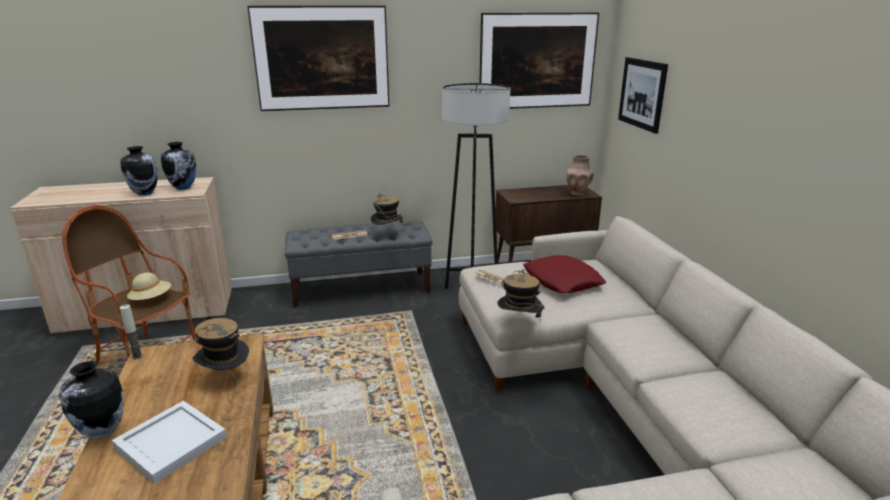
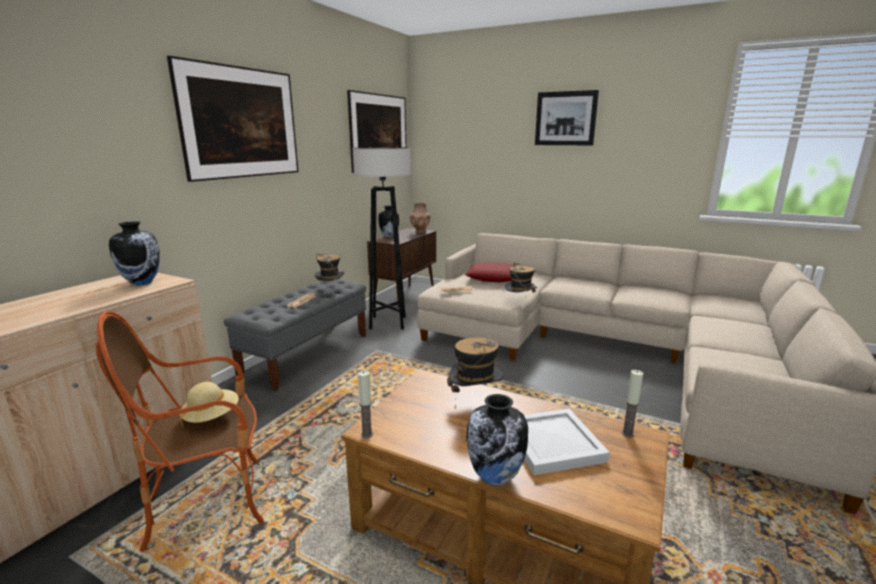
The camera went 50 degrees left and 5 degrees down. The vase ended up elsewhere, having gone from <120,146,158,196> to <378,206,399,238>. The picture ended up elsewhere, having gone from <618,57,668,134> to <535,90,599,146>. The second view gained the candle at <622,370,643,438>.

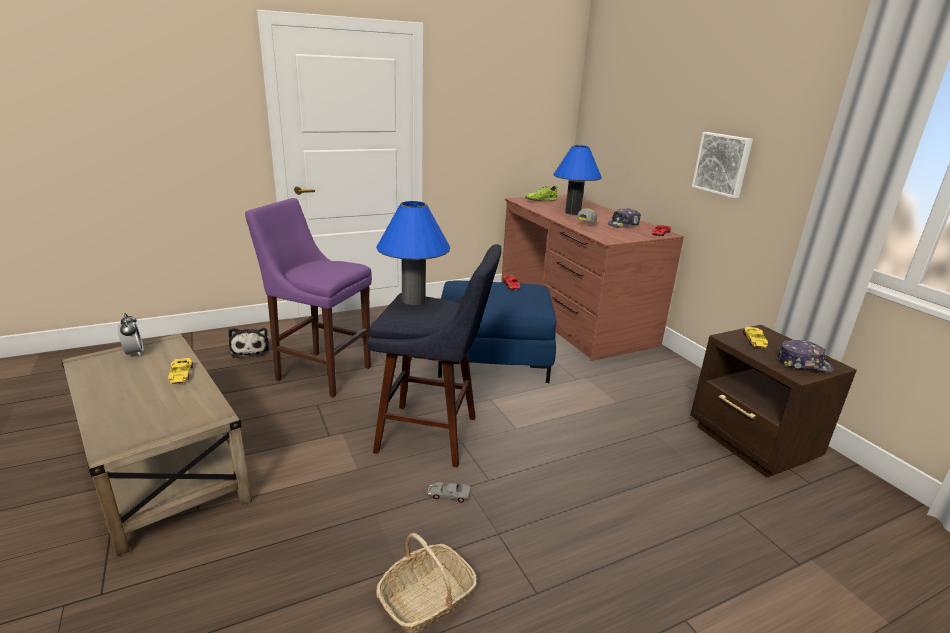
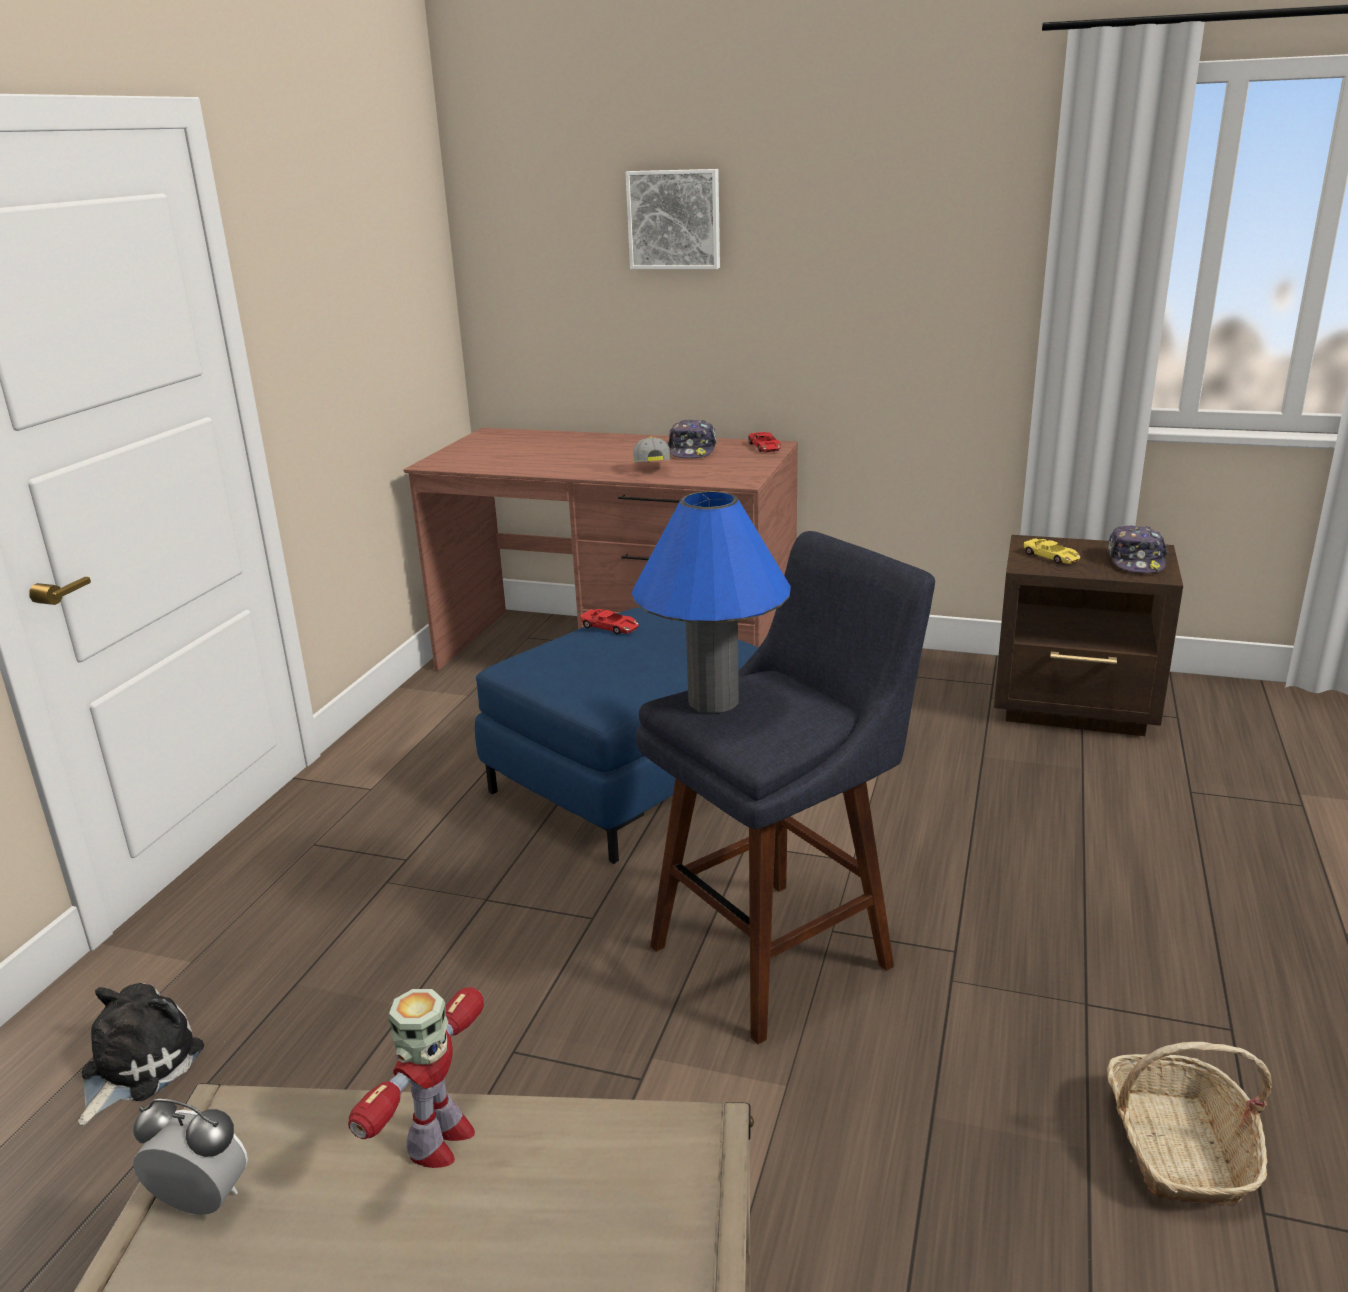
The camera went 45 degrees left and 0 degrees up. The plush_toy at <228,328,269,358> ended up facing another way, 90 degrees counterclockwise from before. Where the yellow_toy_car stood at <168,358,193,384>, the toy_robot came to stand at <348,987,484,1168>. The picture ended up elsewhere, having gone from <692,132,753,198> to <626,169,720,269>. The cap at <777,340,834,372> ended up facing another way, 135 degrees clockwise from before. The second view lost the purple_stool at <245,198,372,398>. The second view lost the grey_toy_car at <427,482,470,503>. The second view lost the shoe at <525,186,557,201>. The second view lost the blue_table_lamp at <553,145,602,215>.

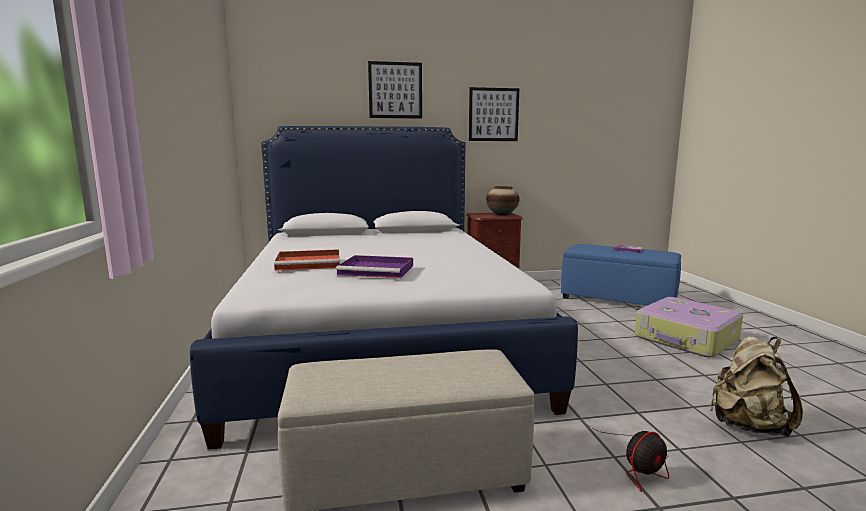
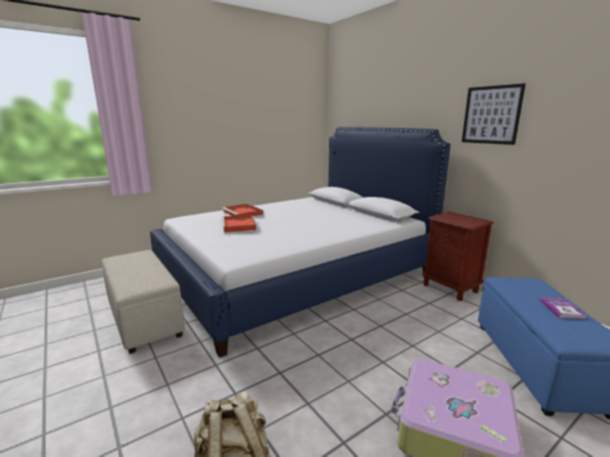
The camera went 65 degrees right and 5 degrees up. What was the purple_tray at <336,255,413,279> turned into the red_tray at <222,215,257,232>. The second view lost the picture at <368,61,422,119>. The second view lost the vase at <486,186,520,216>. The second view lost the fan at <588,425,669,492>.

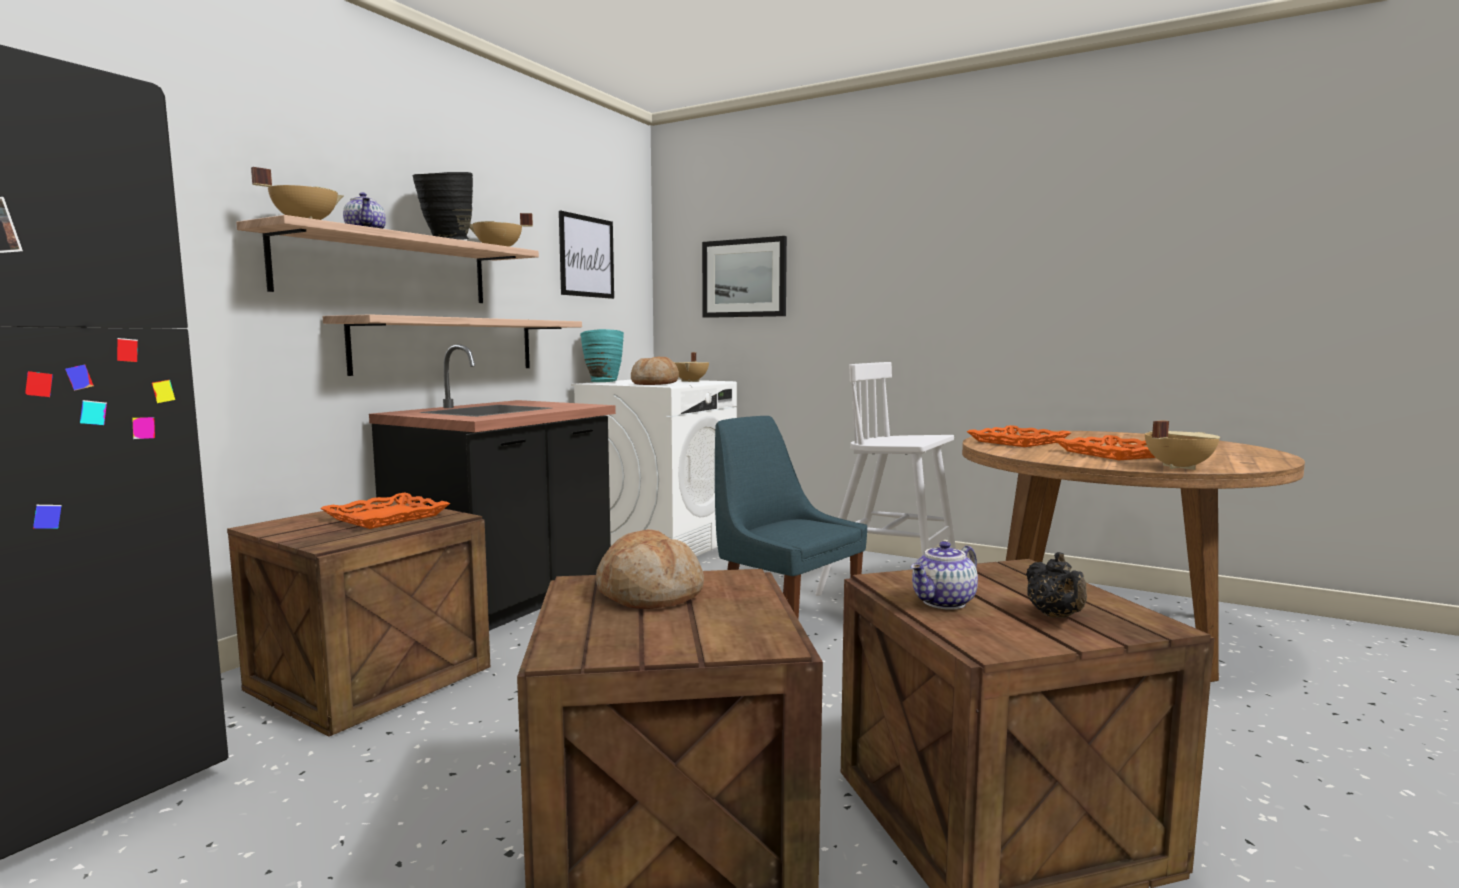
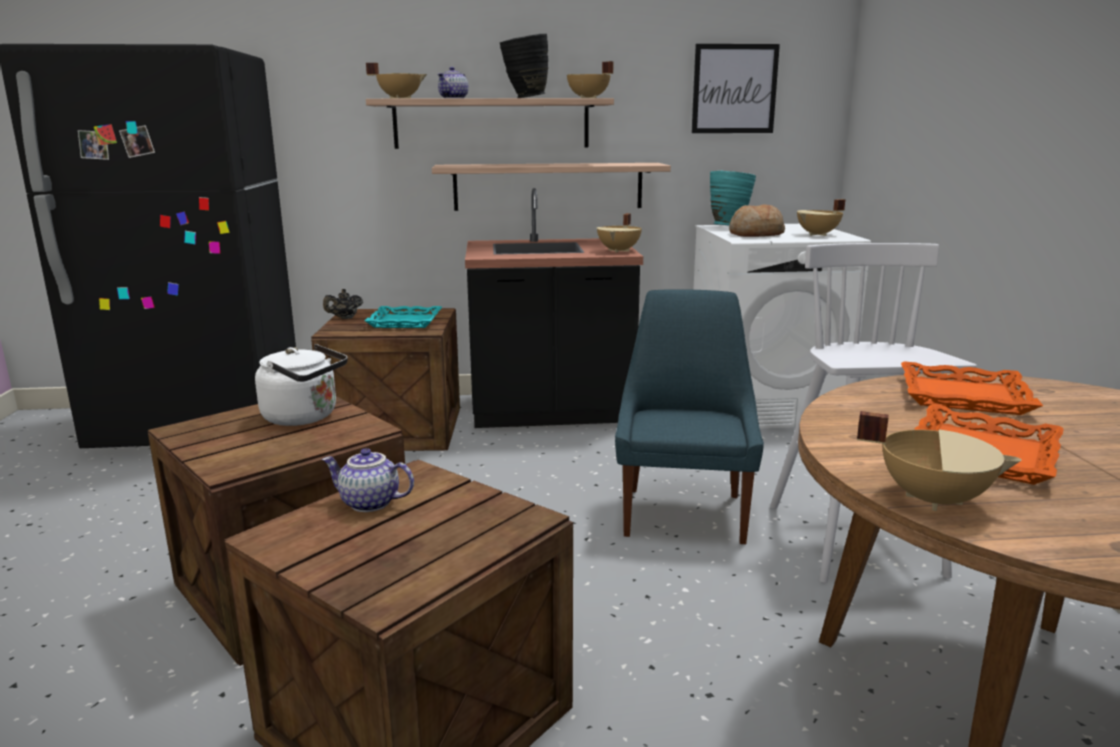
The camera went 55 degrees right and 10 degrees up. Where the bread stood at <596,529,704,609>, the white_kettle came to stand at <255,344,348,426>. The black_teapot ended up elsewhere, having gone from <1026,552,1087,618> to <323,289,363,319>. What was the orange_tray at <320,493,450,529> turned into the turquoise_tray at <365,306,442,328>. The second view gained the beige_cooking_pot at <597,213,642,253>. The second view lost the picture at <702,236,787,318>.

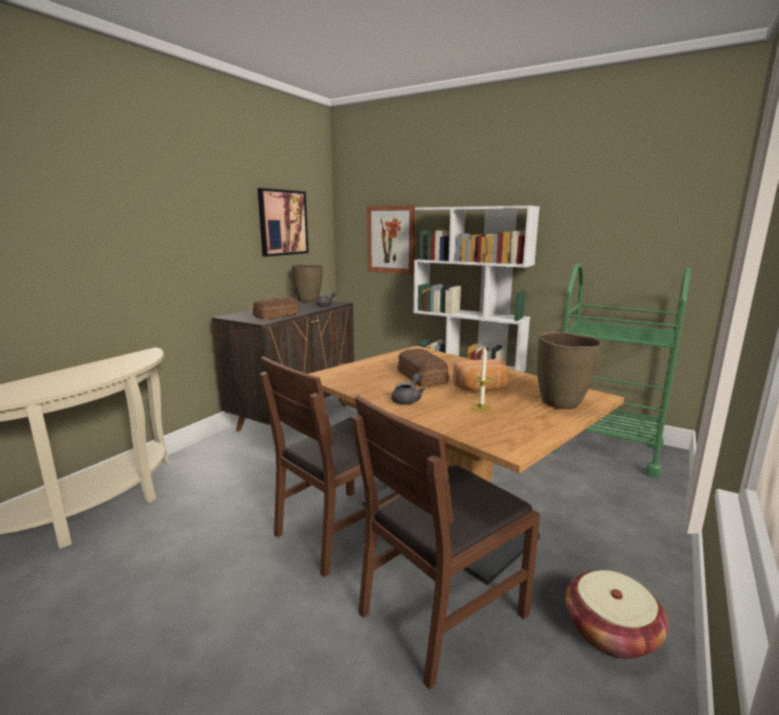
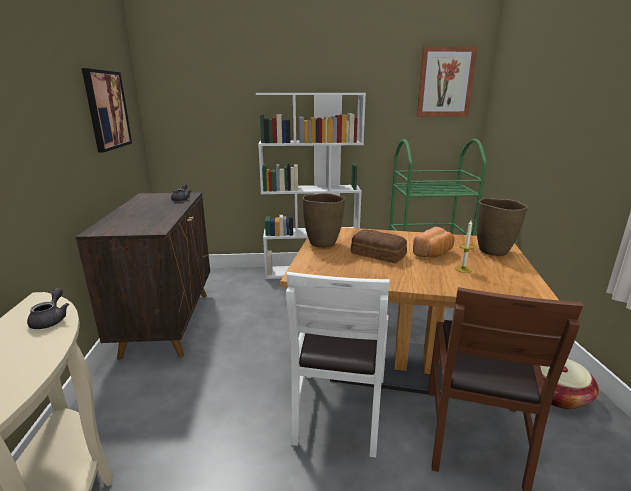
The camera went 35 degrees left and 5 degrees up. The grey_teapot ended up elsewhere, having gone from <391,373,425,404> to <27,288,69,329>. What was the brown_chair at <259,357,398,577> turned into the white_chair at <286,272,390,458>. The brown_vase ended up elsewhere, having gone from <292,264,323,302> to <303,193,345,248>. The picture ended up elsewhere, having gone from <367,205,416,274> to <416,46,477,117>. The second view lost the bread at <253,296,299,319>.

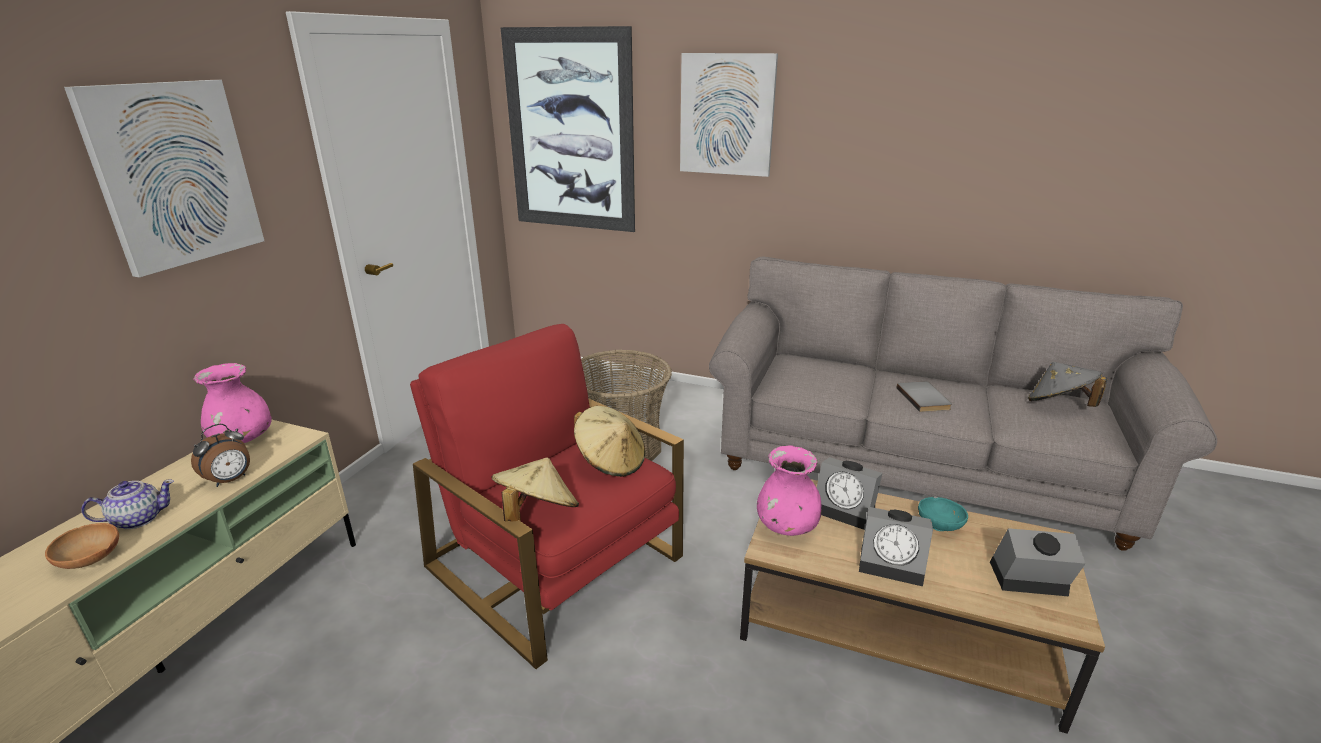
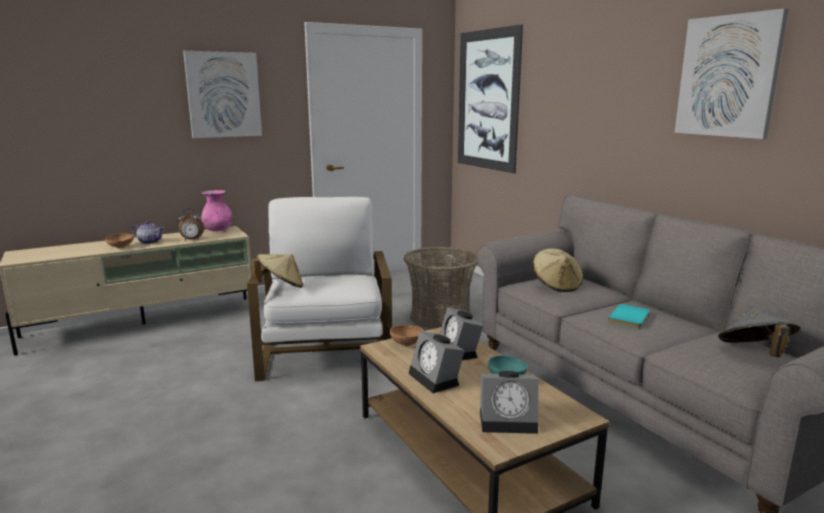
The camera went 40 degrees right and 10 degrees down. What was the red_armchair at <410,324,684,669> turned into the white_armchair at <247,197,392,381>. Where the pink_vase stood at <757,445,821,536>, the brown_bowl came to stand at <390,325,424,347>. The alarm_clock at <990,528,1086,597> ended up facing another way, 135 degrees clockwise from before. The beige_hat ended up elsewhere, having gone from <574,406,645,477> to <533,248,583,292>. What was the grey_book at <897,381,952,412> turned into the turquoise_book at <608,304,650,329>. The picture ended up elsewhere, having gone from <680,53,778,177> to <674,8,788,139>.

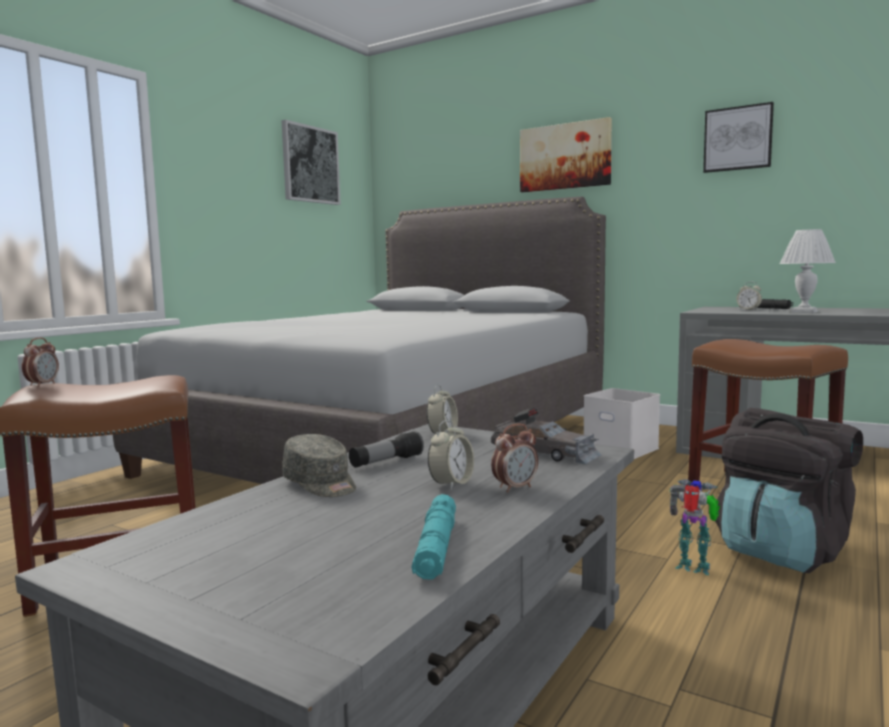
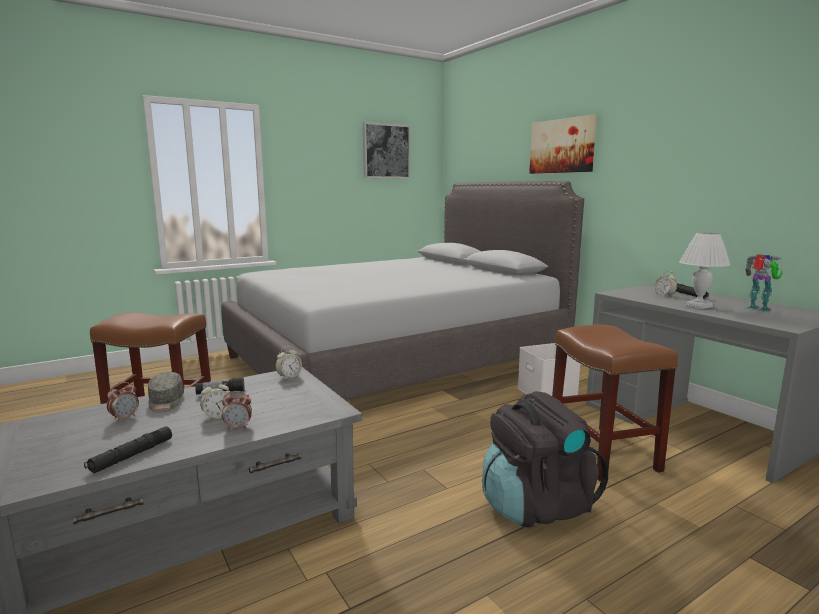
The camera went 25 degrees right and 5 degrees up. What was the turquoise_flashlight at <411,494,456,580> turned into the black_flashlight at <84,426,172,473>. The alarm_clock ended up elsewhere, having gone from <22,337,59,387> to <107,382,139,422>. The toy_robot ended up elsewhere, having gone from <669,479,720,575> to <745,254,782,312>. The second view lost the grey_toy_car at <491,408,602,464>. The second view lost the picture at <703,102,774,173>.

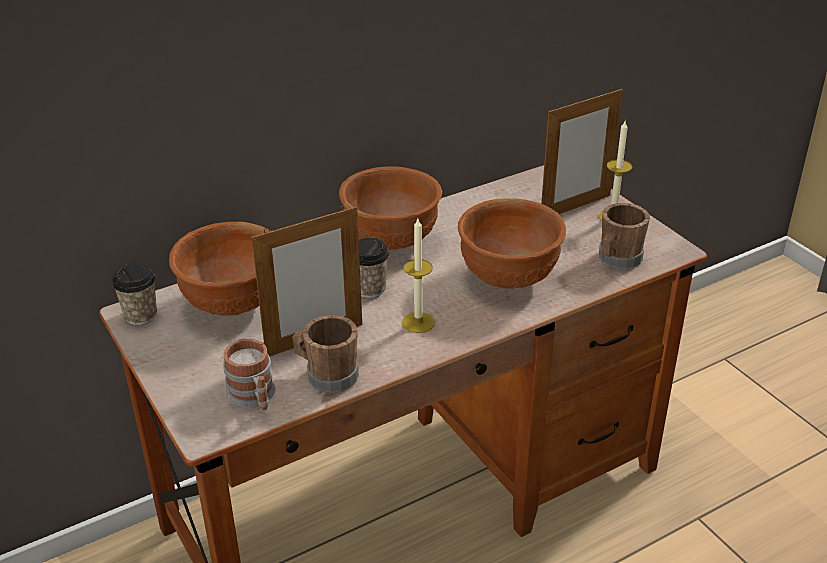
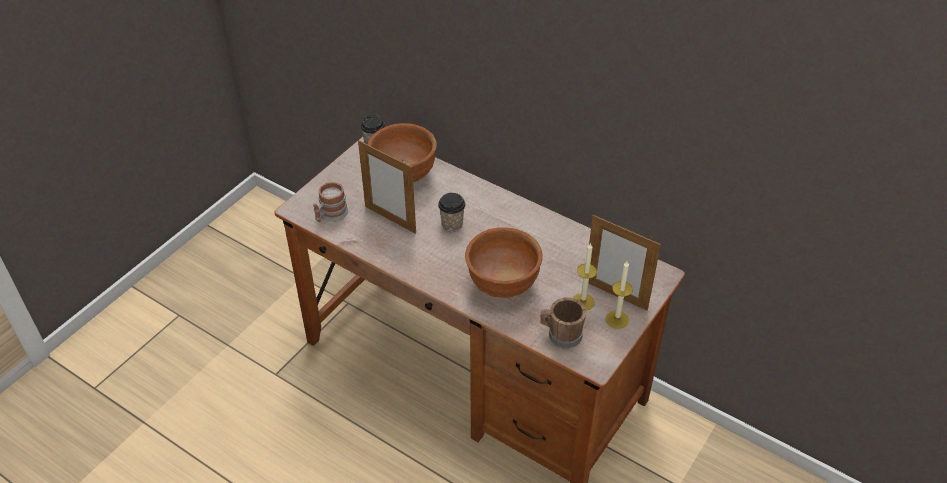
The camera went 65 degrees right and 10 degrees up. The candle ended up elsewhere, having gone from <402,219,435,333> to <573,243,597,311>. The second view lost the brown_mug at <292,315,359,393>. The second view lost the brown_bowl at <339,166,442,250>.

